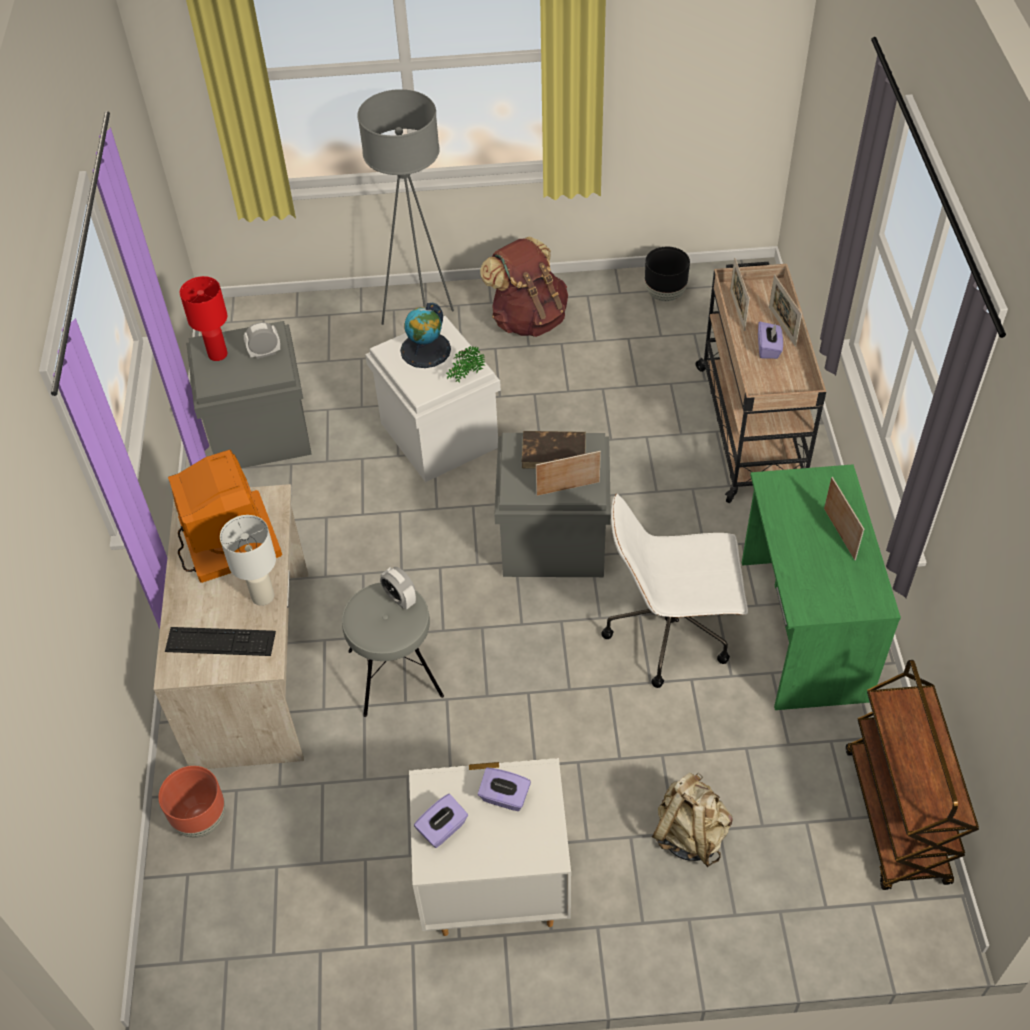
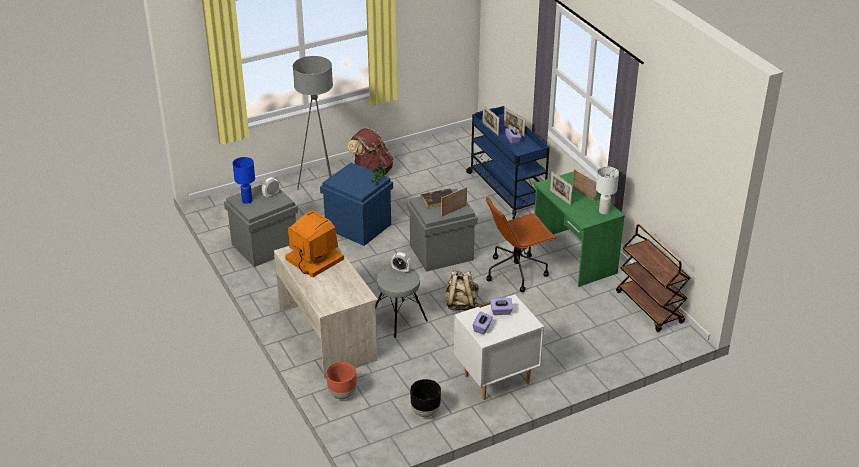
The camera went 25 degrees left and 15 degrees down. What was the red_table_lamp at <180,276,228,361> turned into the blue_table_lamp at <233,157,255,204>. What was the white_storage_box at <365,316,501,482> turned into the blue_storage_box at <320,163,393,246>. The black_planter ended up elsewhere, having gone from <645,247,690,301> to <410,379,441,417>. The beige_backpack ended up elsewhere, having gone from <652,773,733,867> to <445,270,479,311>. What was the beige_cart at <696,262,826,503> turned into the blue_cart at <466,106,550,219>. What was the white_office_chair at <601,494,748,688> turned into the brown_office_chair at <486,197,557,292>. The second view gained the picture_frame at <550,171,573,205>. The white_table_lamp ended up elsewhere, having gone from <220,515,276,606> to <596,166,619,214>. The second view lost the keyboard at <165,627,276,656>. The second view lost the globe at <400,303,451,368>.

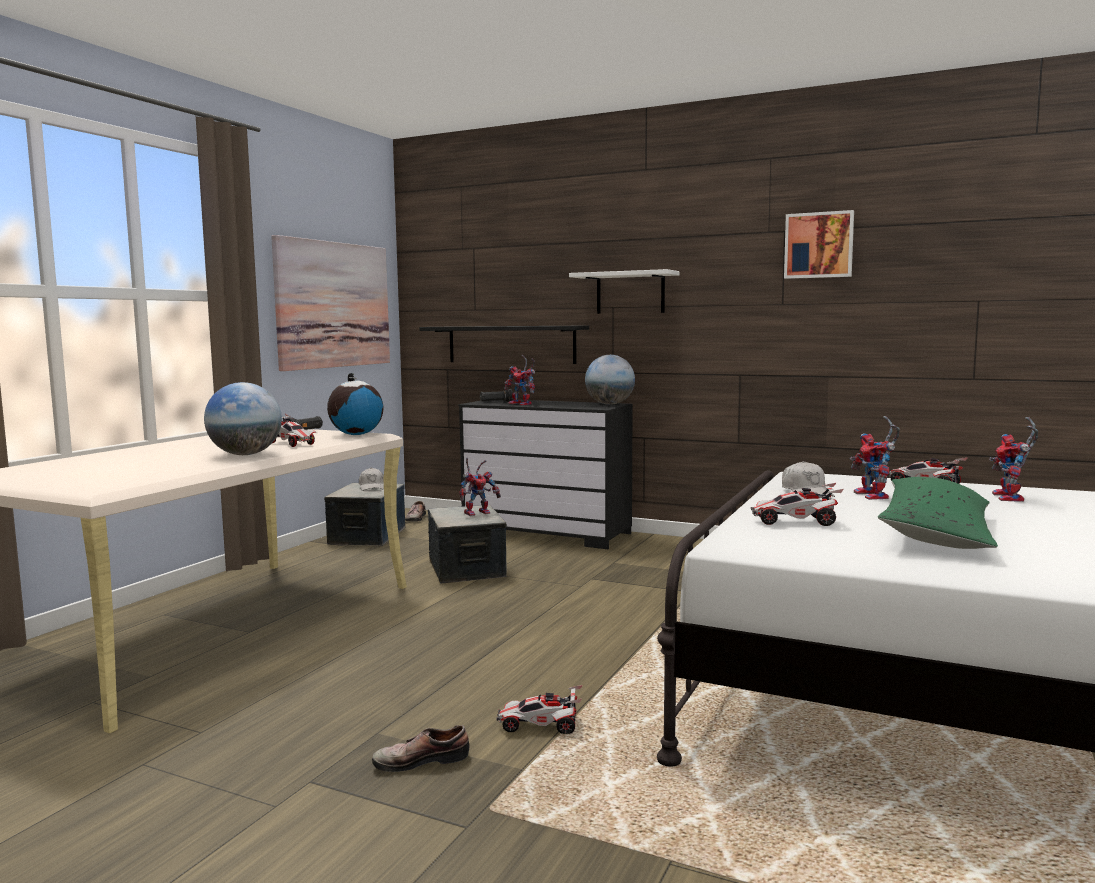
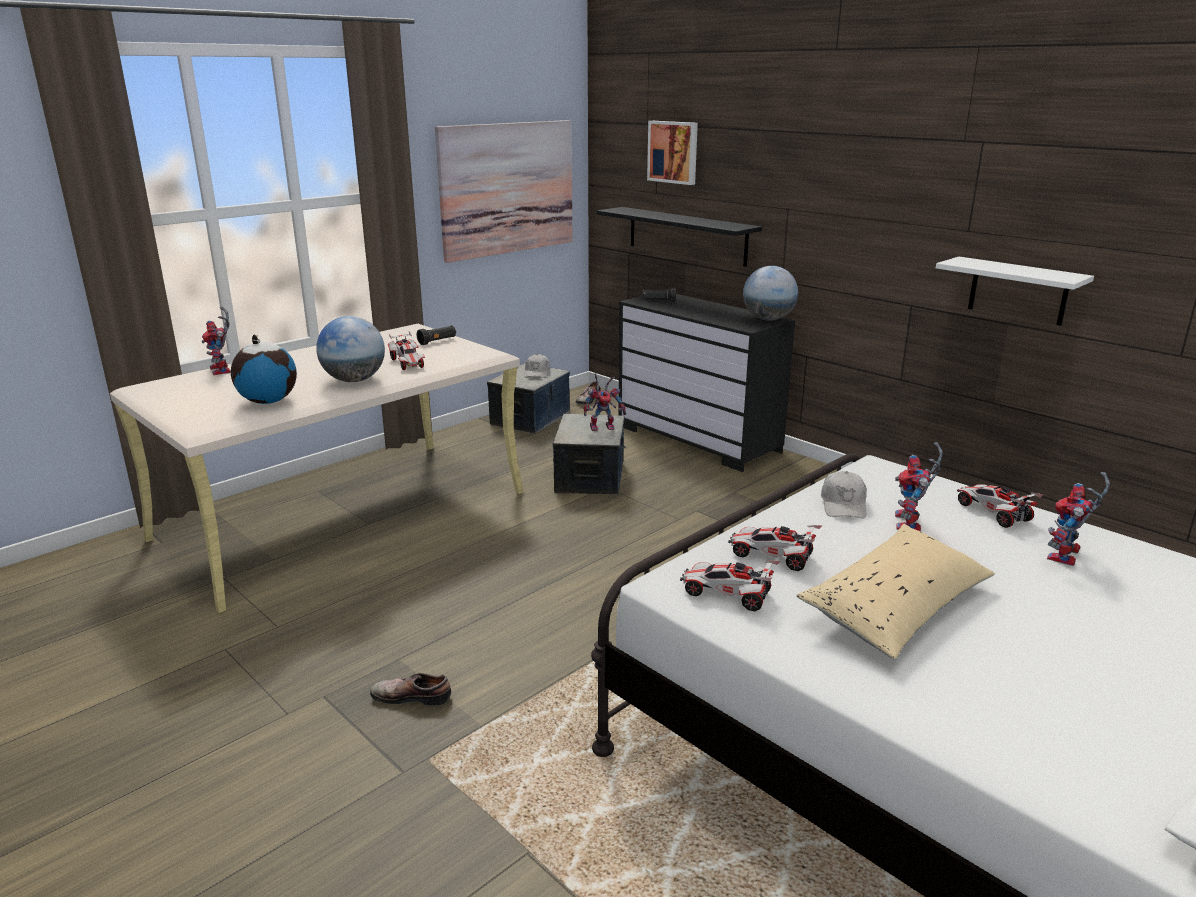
The camera went 20 degrees right and 15 degrees up. The toy_robot ended up elsewhere, having gone from <504,355,535,405> to <202,307,231,375>. The globe ended up elsewhere, having gone from <327,373,384,435> to <231,335,297,404>. The picture ended up elsewhere, having gone from <784,210,854,279> to <647,121,698,185>. The toy_car ended up elsewhere, having gone from <496,685,583,734> to <680,561,780,611>. What was the green_pillow at <878,477,998,549> turned into the beige_pillow at <797,524,995,659>. The white_shelf ended up elsewhere, having gone from <569,269,680,314> to <936,257,1094,326>.

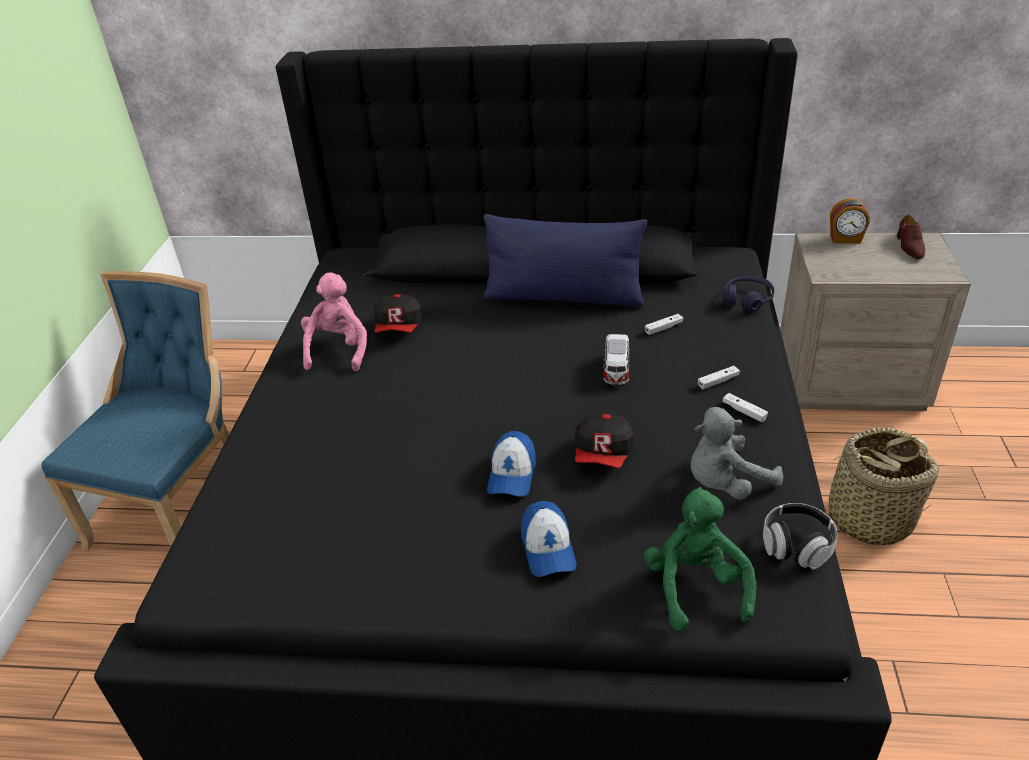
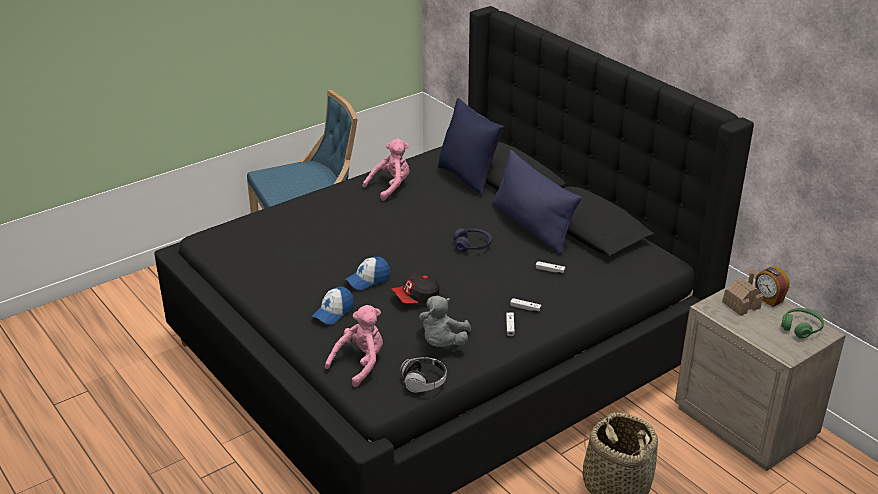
The camera went 45 degrees right and 5 degrees down. What was the green_plush_toy at <644,487,756,631> turned into the pink_plush_toy at <325,305,383,387>. The grey_plush_toy at <691,407,783,500> ended up facing another way, 90 degrees counterclockwise from before. The second view gained the blue_pillow at <438,98,504,196>. The purple_headphones ended up elsewhere, having gone from <723,275,774,313> to <453,228,492,252>. The second view gained the toy_house at <722,268,763,316>. Where the brown_shoe stood at <897,215,925,259>, the green_headphones came to stand at <781,308,824,339>. The second view lost the cap at <374,294,422,333>. The second view lost the toy_car at <603,334,630,385>.

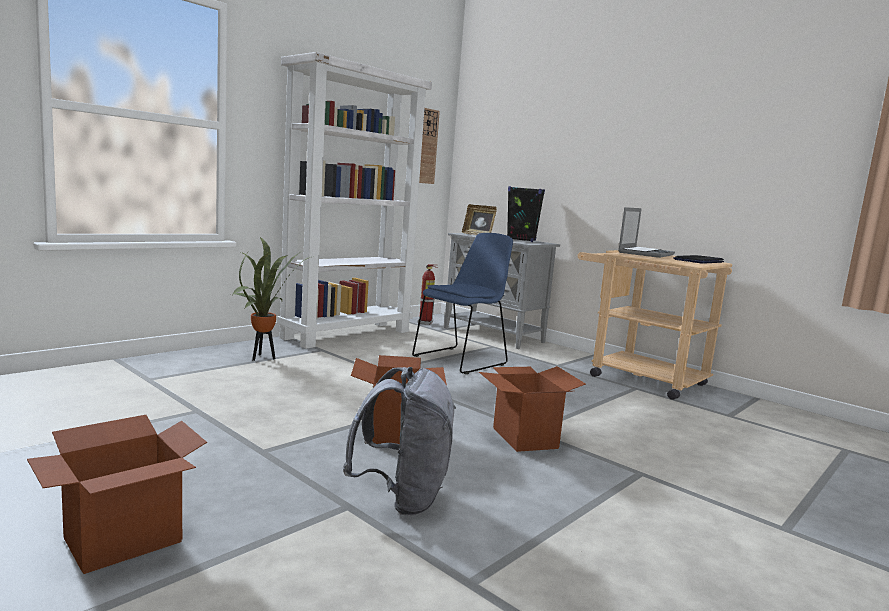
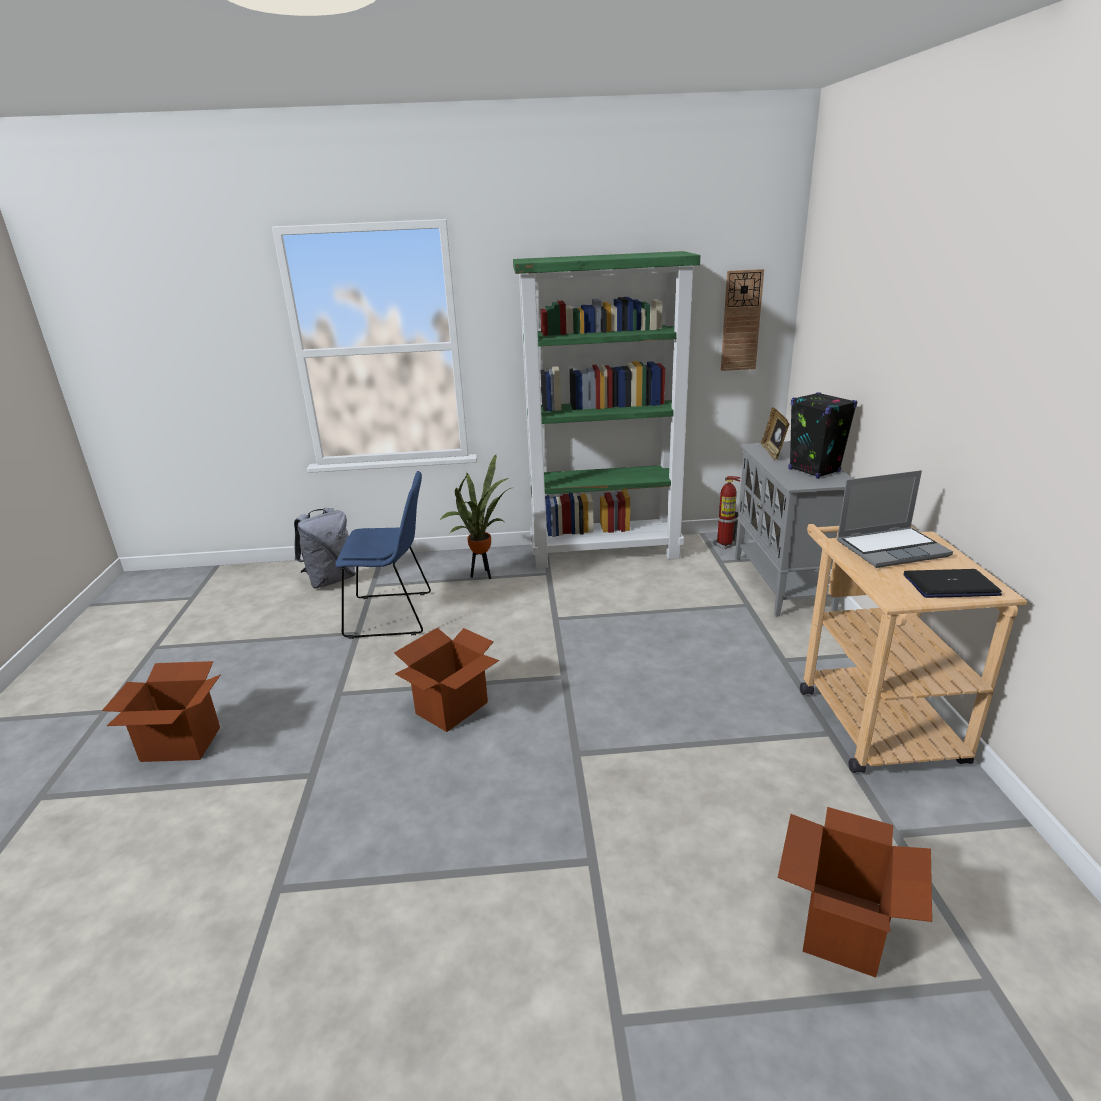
The camera went 45 degrees right and 15 degrees up. The grey_backpack ended up elsewhere, having gone from <343,367,456,516> to <294,508,356,588>. The blue_chair ended up elsewhere, having gone from <412,233,513,374> to <335,471,431,639>. What was the white_bookcase at <277,52,432,349> turned into the green_bookcase at <513,251,700,568>. The cardboard_box ended up elsewhere, having gone from <479,366,586,452> to <778,807,932,978>.

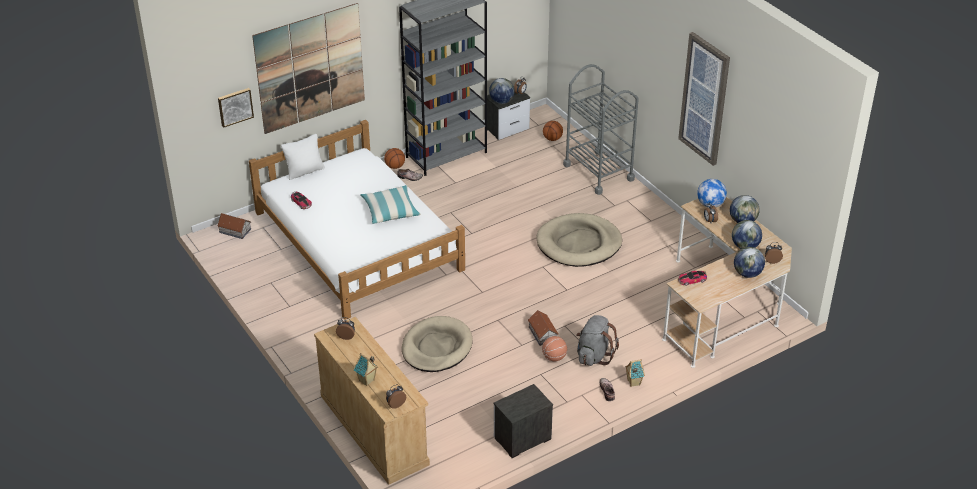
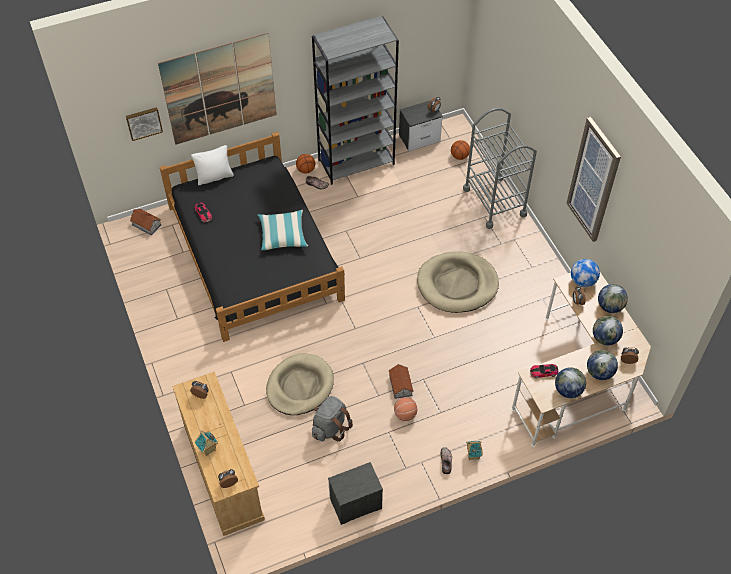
The camera went 10 degrees right and 15 degrees up. What was the white_bed at <249,120,465,320> turned into the black_bed at <160,132,345,342>. The grey_backpack ended up elsewhere, having gone from <576,315,619,366> to <312,396,353,442>. The globe ended up elsewhere, having gone from <489,78,515,104> to <555,367,586,398>.

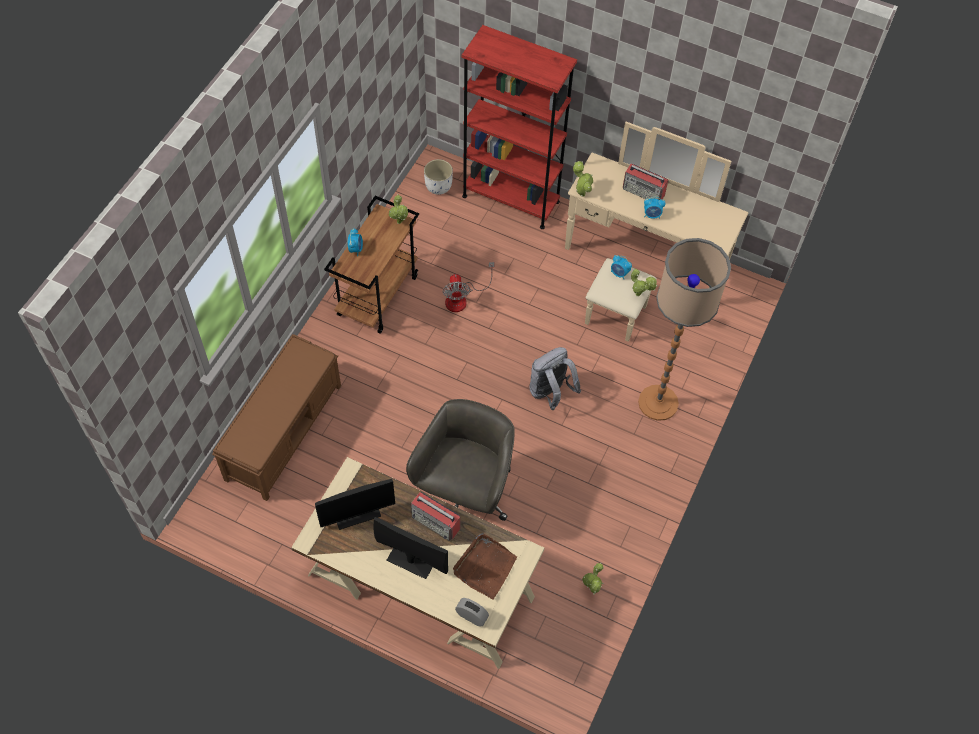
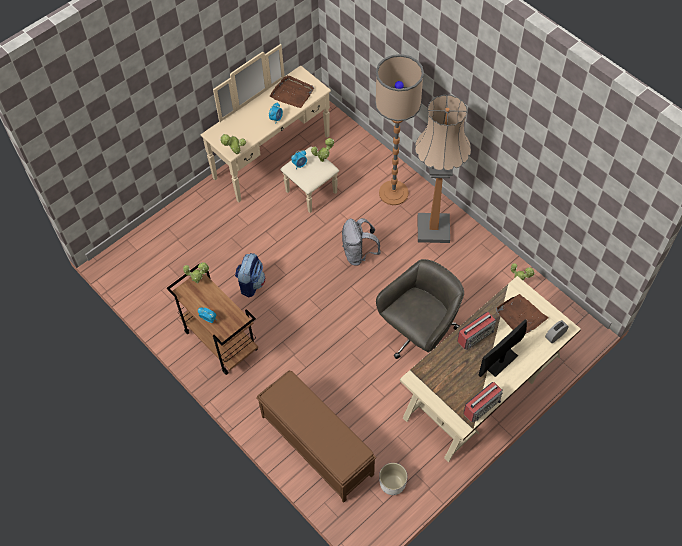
The camera went 65 degrees left and 0 degrees up. Where the fan stood at <443,262,495,312>, the backpack came to stand at <235,253,265,297>. The second view gained the brown_tray at <269,75,314,108>. The grey_office_chair at <406,399,515,521> ended up facing another way, 90 degrees clockwise from before. The white_planter ended up elsewhere, having gone from <424,159,453,195> to <379,463,408,495>. The second view gained the floor_lamp at <415,95,471,243>. The radio ended up elsewhere, having gone from <623,164,668,200> to <464,382,503,423>. The second view lost the monitor at <315,479,395,530>. The second view lost the red_bookcase at <462,25,577,229>.

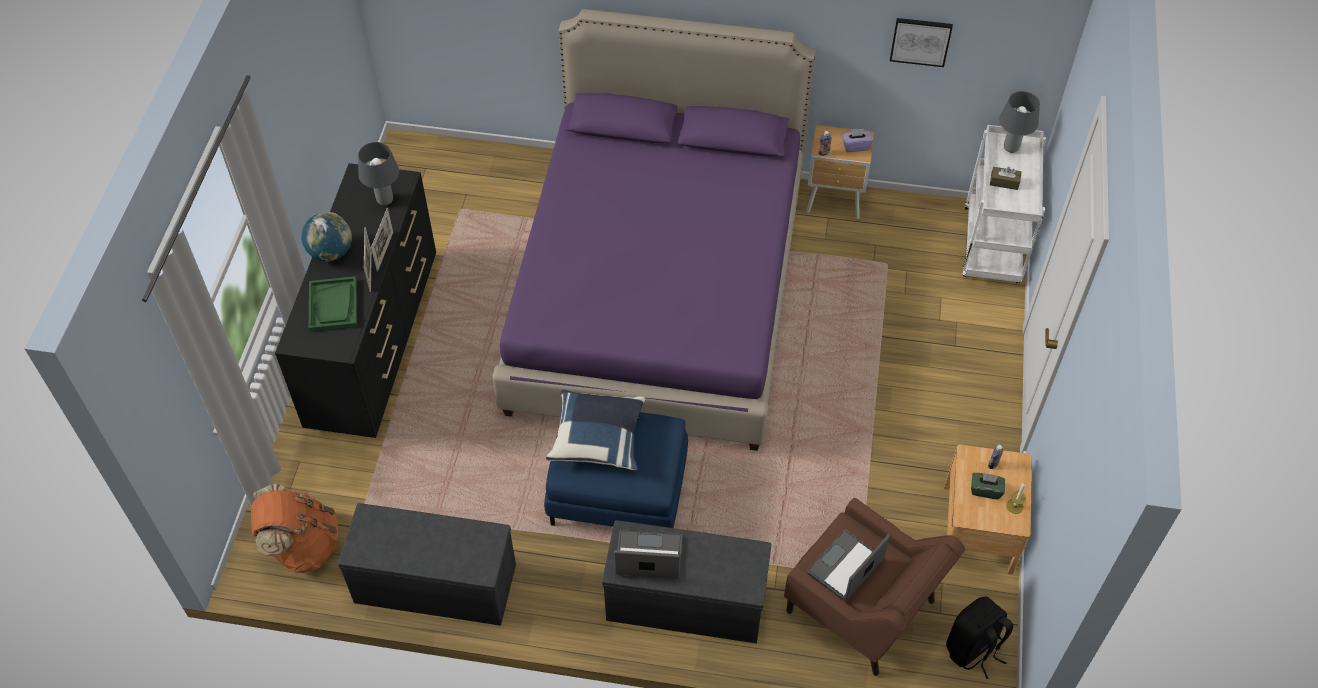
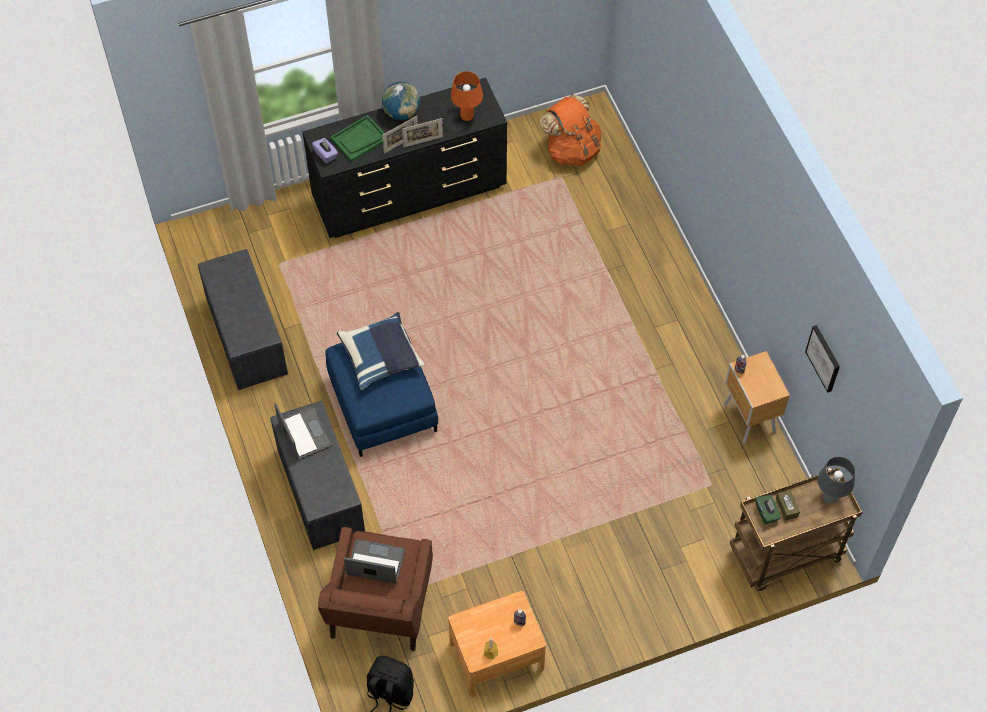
The camera went 60 degrees right and 5 degrees up. The purple_tissue_box ended up elsewhere, having gone from <842,129,873,152> to <312,138,338,164>. What was the grey_table_lamp at <358,142,399,205> turned into the orange_table_lamp at <451,71,483,121>. The orange_backpack ended up elsewhere, having gone from <251,484,338,573> to <540,94,601,166>. What was the white_cart at <962,125,1046,283> turned into the brown_cart at <729,467,862,591>. The green_tissue_box ended up elsewhere, having gone from <971,473,1005,499> to <756,495,781,524>. The second view lost the purple_bed at <492,9,815,451>.

